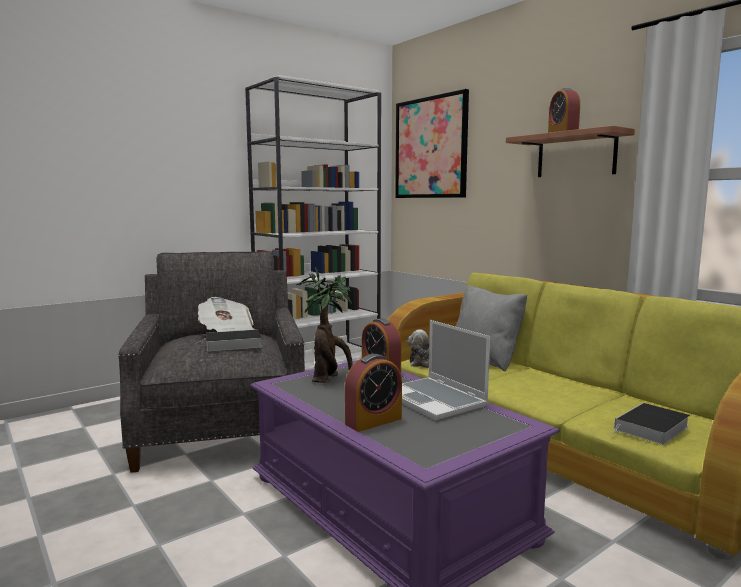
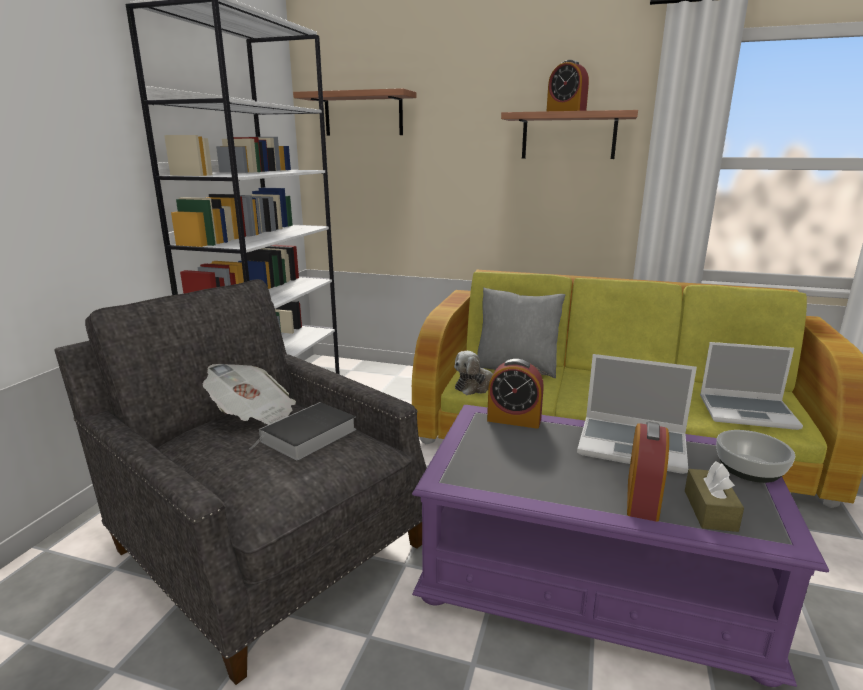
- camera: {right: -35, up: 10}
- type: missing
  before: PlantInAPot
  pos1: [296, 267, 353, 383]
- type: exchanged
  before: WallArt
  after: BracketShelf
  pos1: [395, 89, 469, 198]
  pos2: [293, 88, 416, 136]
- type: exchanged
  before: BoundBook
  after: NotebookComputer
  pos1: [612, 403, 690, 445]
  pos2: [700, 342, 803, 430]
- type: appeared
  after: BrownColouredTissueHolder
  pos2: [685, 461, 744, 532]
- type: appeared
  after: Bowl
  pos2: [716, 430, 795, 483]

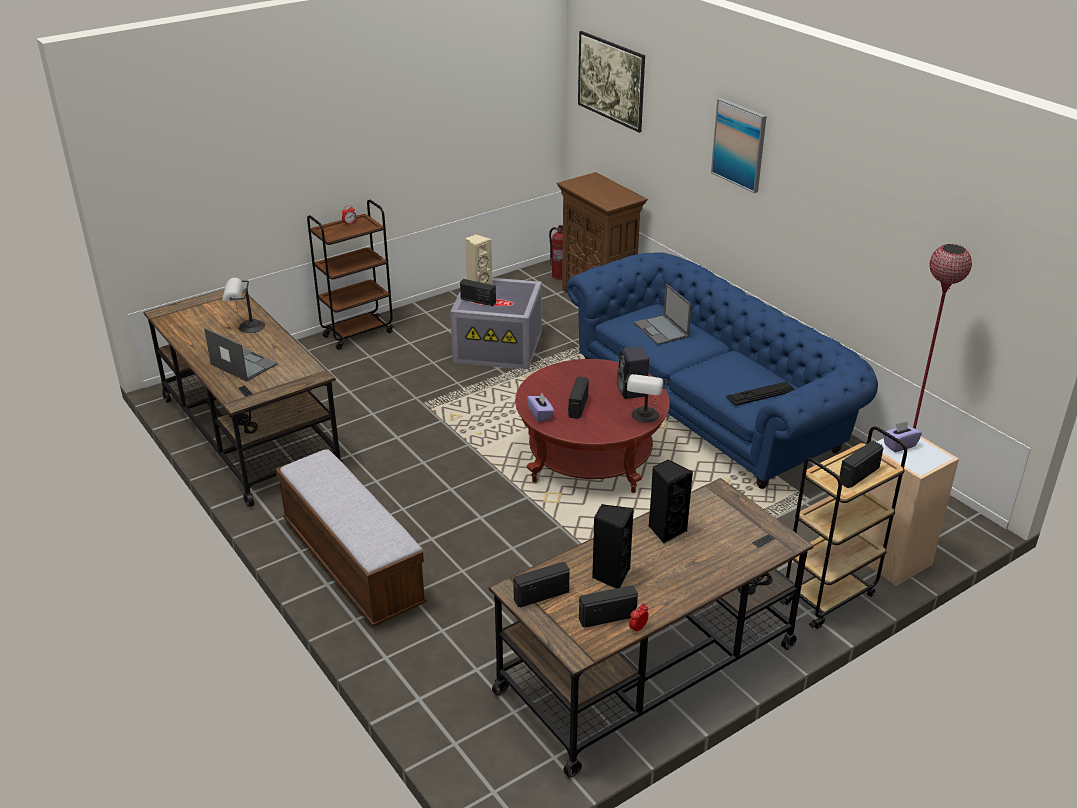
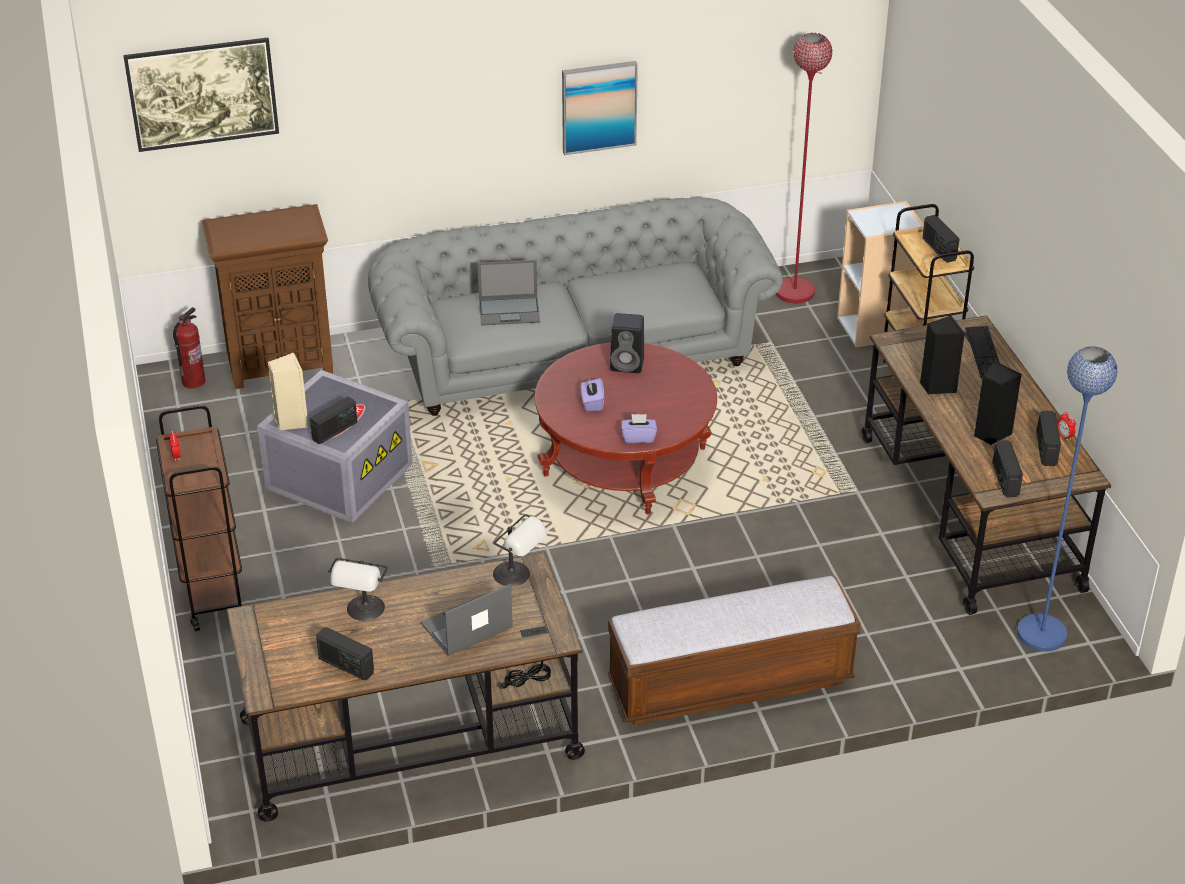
- camera: {right: -70, up: 5}
- type: colour
  before: BlueSofa
  after: GreyishSofa
  pos1: [567, 252, 878, 489]
  pos2: [368, 197, 783, 416]
- type: relocated
  before: RadioReceiver
  pos1: [568, 376, 589, 419]
  pos2: [316, 627, 374, 681]
- type: relocated
  before: TabletopLamp
  pos1: [625, 374, 668, 423]
  pos2: [493, 515, 547, 586]
- type: relocated
  before: WallArt
  pos1: [711, 98, 767, 193]
  pos2: [562, 61, 638, 155]
- type: relocated
  before: Keyboard
  pos1: [726, 382, 796, 406]
  pos2: [965, 326, 1000, 378]
- type: relocated
  before: PurpleTissueHolder
  pos1: [883, 421, 922, 452]
  pos2: [581, 378, 605, 411]
- type: appeared
  after: BlueStandardLamp
  pos2: [1017, 346, 1117, 652]

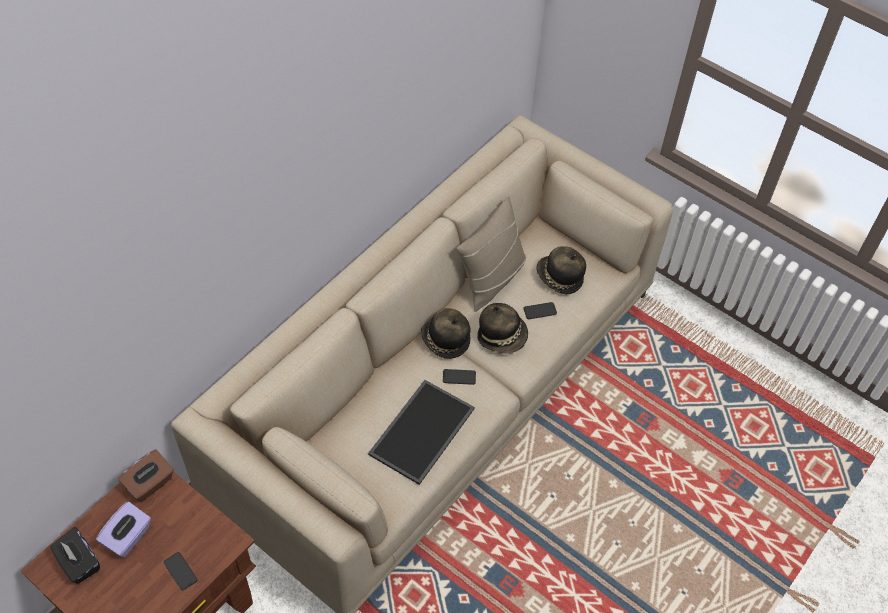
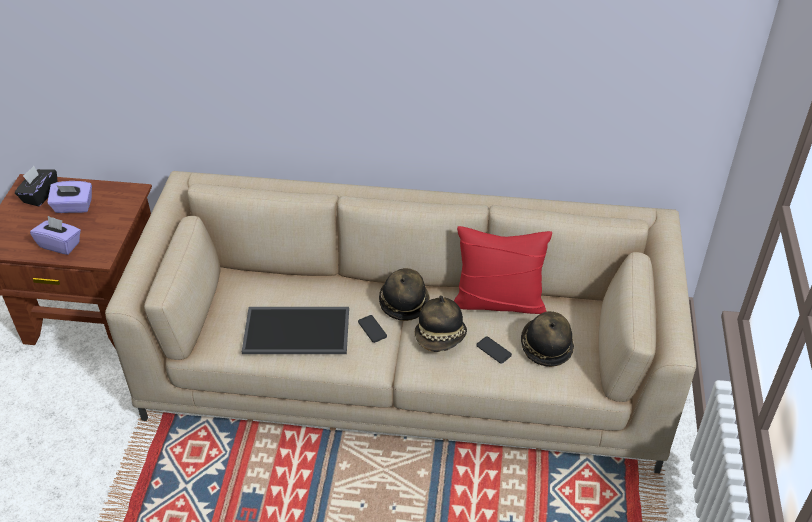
- camera: {right: 60, up: -10}
- type: missing
  before: BrownColouredTissueHolder
  pos1: [118, 449, 174, 502]
- type: exchanged
  before: Phone
  after: PurpleTissueHolder
  pos1: [164, 552, 198, 590]
  pos2: [30, 216, 81, 255]
- type: colour
  before: SandColouredThrowPillow
  after: RedThrowPillow
  pos1: [457, 196, 526, 312]
  pos2: [454, 226, 552, 314]

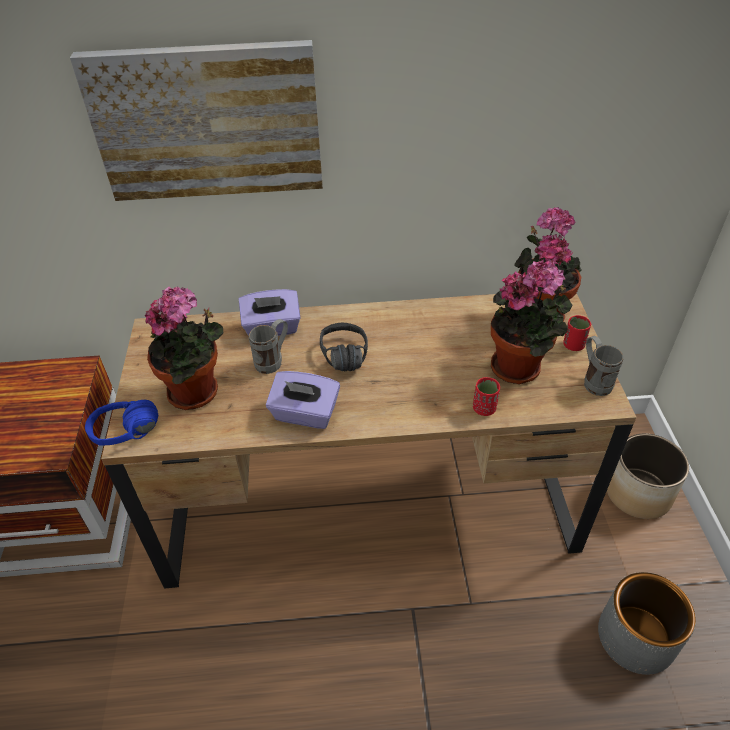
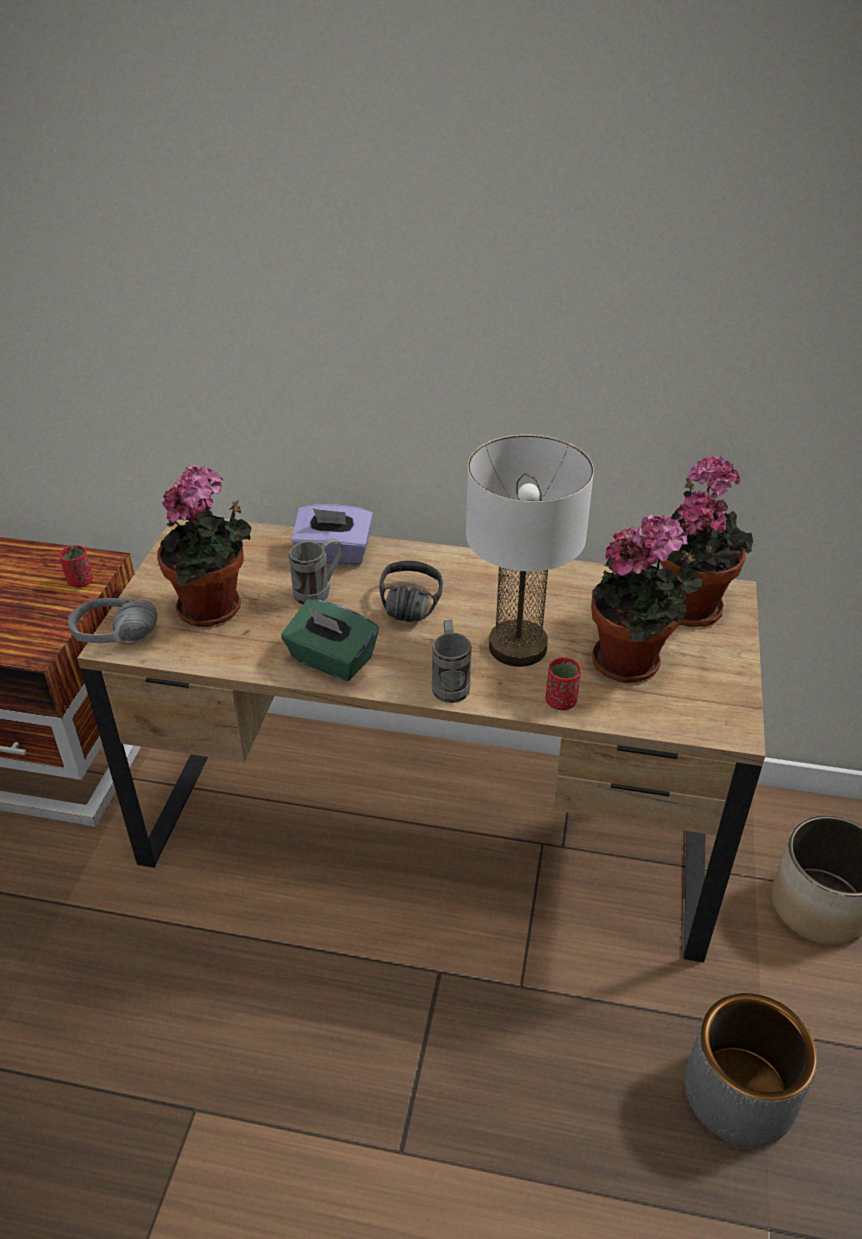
- camera: {right: 15, up: -5}
- type: missing
  before: WallArt
  pos1: [70, 40, 323, 201]
- type: colour
  before: BlueHeadphones
  after: GreyishHeadphones
  pos1: [85, 400, 158, 446]
  pos2: [68, 598, 157, 645]
- type: colour
  before: PurpleTissueHolder
  after: GreenColouredTissueHolder
  pos1: [266, 371, 340, 429]
  pos2: [281, 599, 379, 681]
- type: relocated
  before: RedSmallCup
  pos1: [563, 315, 591, 351]
  pos2: [59, 545, 93, 588]
- type: relocated
  before: GreyishTeaMug
  pos1: [584, 336, 623, 396]
  pos2: [432, 620, 472, 703]
- type: appeared
  after: TabletopLamp
  pos2: [466, 435, 594, 667]

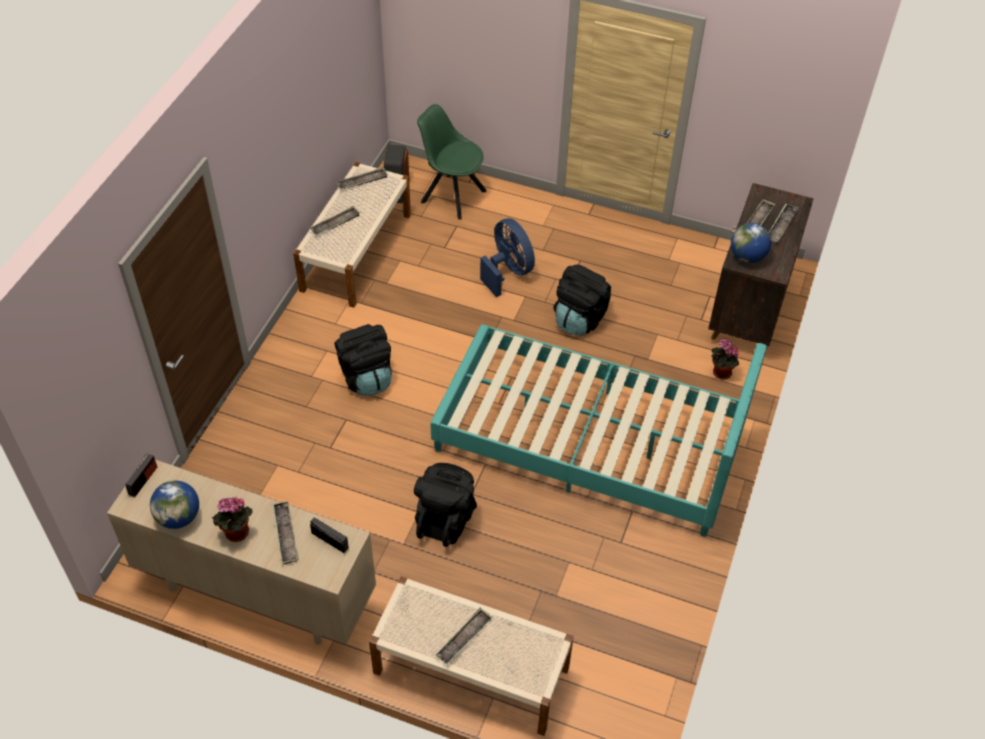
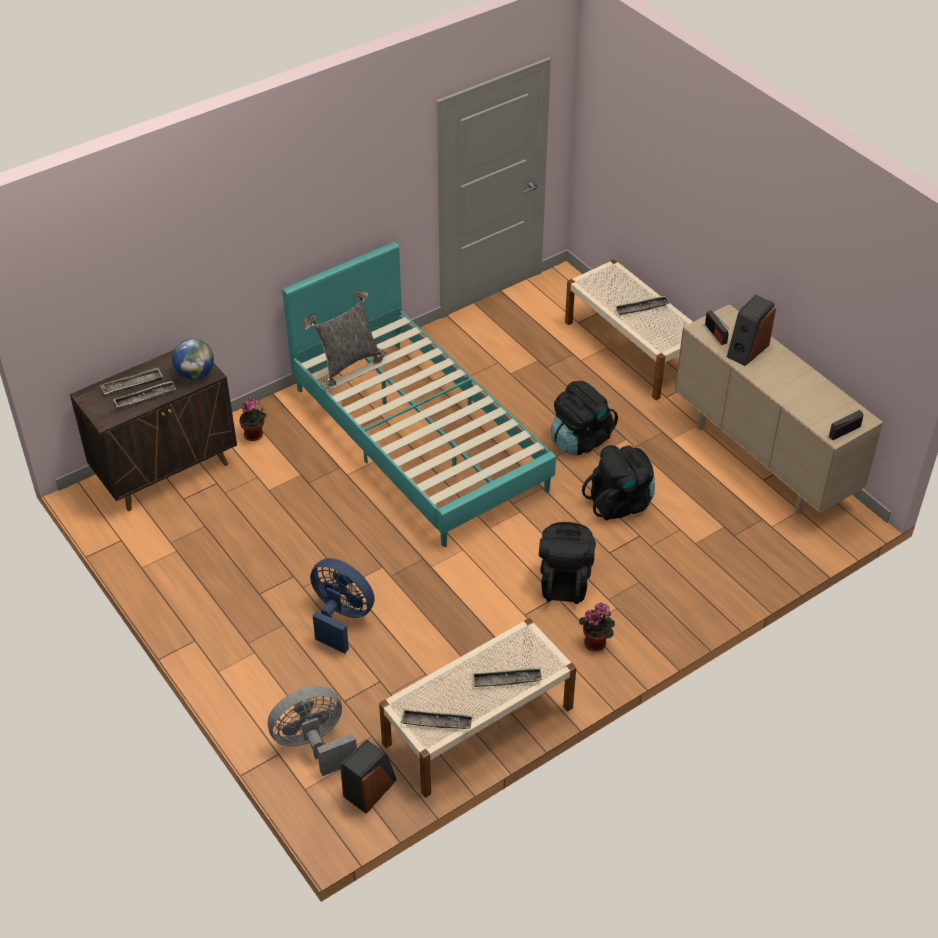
- camera: {right: -145, up: -5}
- type: missing
  before: WorldGlobe
  pos1: [150, 481, 199, 529]
- type: relocated
  before: PlantInAPot
  pos1: [212, 497, 252, 542]
  pos2: [579, 602, 615, 651]
- type: exchanged
  before: ServingTray
  after: Loudspeaker
  pos1: [272, 501, 299, 564]
  pos2: [727, 295, 776, 366]
- type: exchanged
  before: GreenColouredPlainChair
  after: GreyishCoolingFan
  pos1: [417, 104, 487, 220]
  pos2: [268, 686, 357, 776]
- type: spun
  before: BlueCoolingFan
  pos1: [480, 218, 535, 297]
  pos2: [310, 558, 375, 654]
  turn: 120
- type: relocated
  before: BlackKnapsack
  pos1: [554, 264, 611, 336]
  pos2: [582, 445, 655, 521]
- type: appeared
  after: ThrowPillow
  pos2: [303, 290, 387, 389]

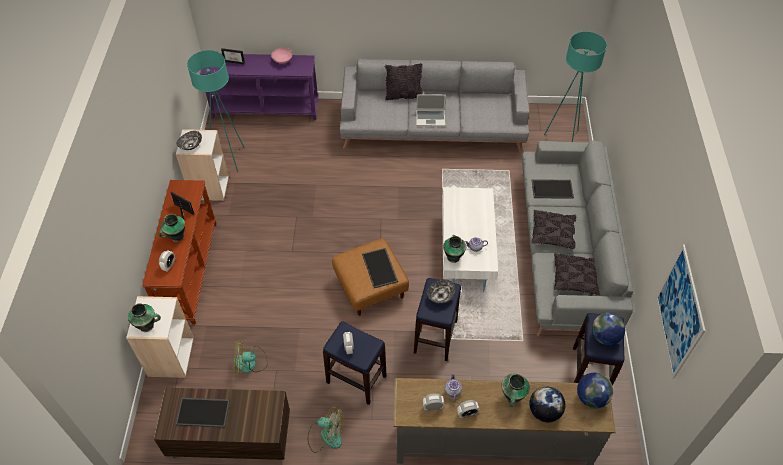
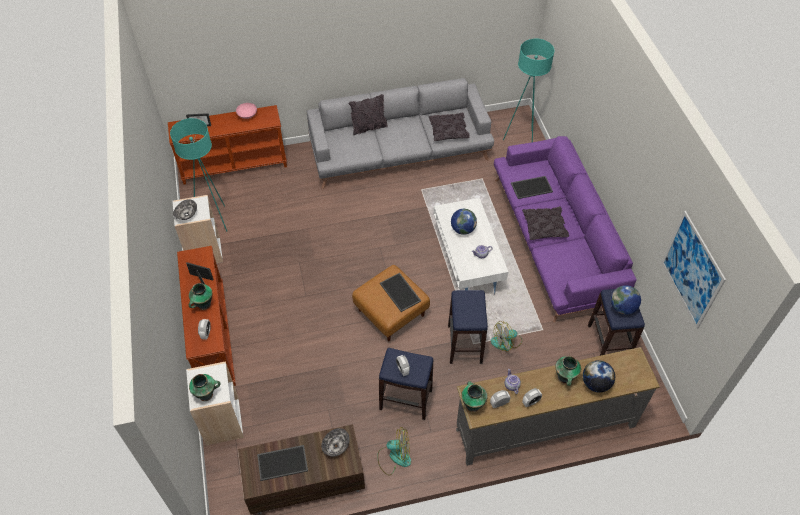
- camera: {right: -15, up: 0}
- type: colour
  before: PurpleConsoleTable
  after: BrownColouredConsoleTable
  pos1: [200, 54, 319, 120]
  pos2: [168, 105, 287, 184]
- type: relocated
  before: CoolingFan
  pos1: [234, 340, 268, 373]
  pos2: [491, 321, 522, 351]
- type: missing
  before: NotebookComputer
  pos1: [416, 94, 446, 126]
- type: relocated
  before: Bowl
  pos1: [427, 279, 456, 304]
  pos2: [321, 428, 350, 457]
- type: relocated
  before: DecorativeVase
  pos1: [443, 235, 466, 263]
  pos2: [461, 381, 488, 412]
- type: colour
  before: GreyishSofa
  after: PurpleSofa
  pos1: [522, 140, 633, 336]
  pos2: [494, 136, 637, 322]
- type: relocated
  before: BlackThrowPillow
  pos1: [554, 253, 600, 295]
  pos2: [429, 112, 470, 141]
- type: relocated
  before: WorldGlobe
  pos1: [577, 373, 613, 408]
  pos2: [451, 209, 477, 235]

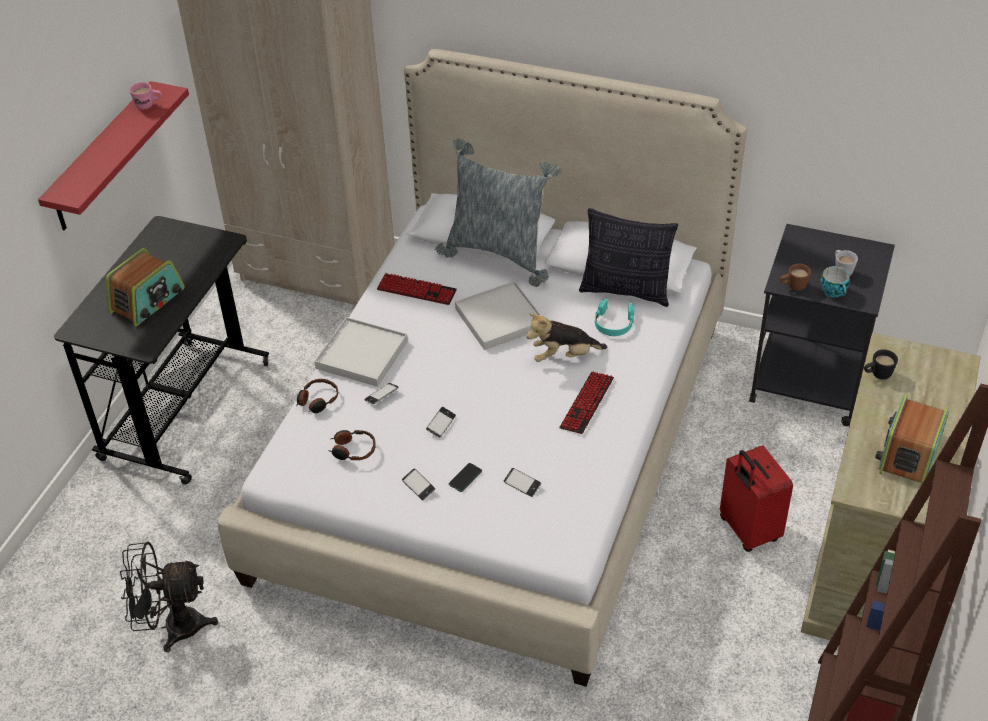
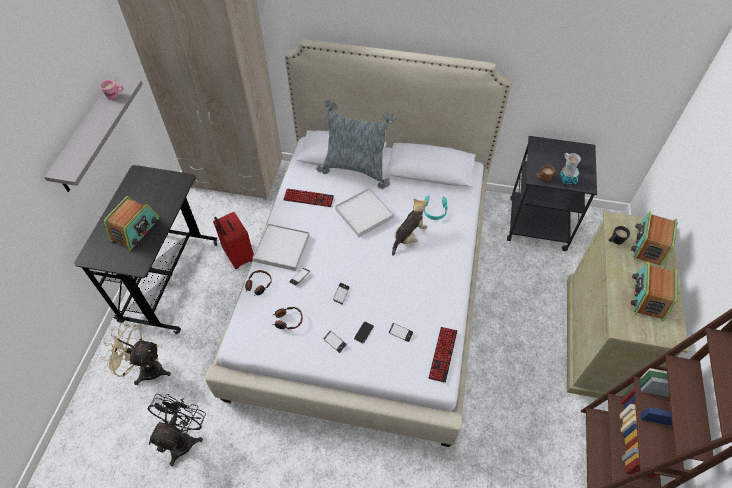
- camera: {right: -10, up: 10}
- type: colour
  before: RedBracketShelf
  after: GreyishBracketShelf
  pos1: [38, 81, 189, 230]
  pos2: [44, 77, 143, 192]
- type: spun
  before: BlackCoolingFan
  pos1: [120, 542, 218, 653]
  pos2: [147, 394, 206, 466]
  turn: 120
- type: spun
  before: CuddlyToy
  pos1: [526, 313, 607, 362]
  pos2: [392, 198, 427, 256]
  turn: 150
- type: relocated
  before: Keyboard
  pos1: [559, 371, 614, 434]
  pos2: [429, 327, 457, 383]
- type: missing
  before: ThrowPillow
  pos1: [579, 208, 678, 307]
- type: relocated
  before: RedPieceOfLuggage
  pos1: [720, 445, 793, 552]
  pos2: [213, 212, 254, 269]
- type: appeared
  after: SandColouredCoolingFan
  pos2: [101, 322, 171, 385]
- type: appeared
  after: RadioReceiver
  pos2: [631, 211, 677, 268]

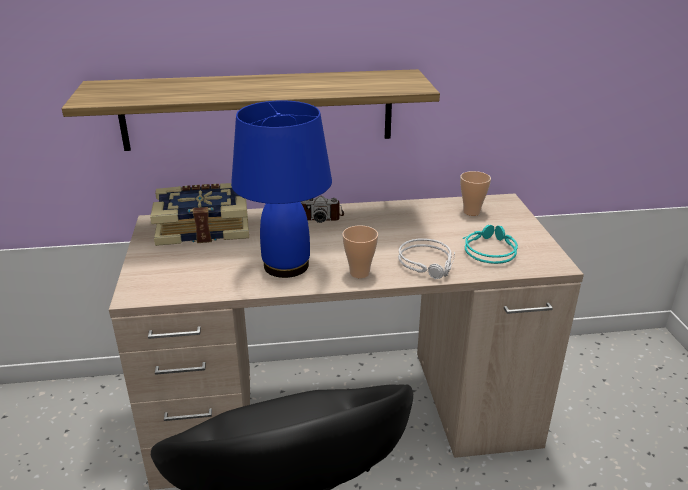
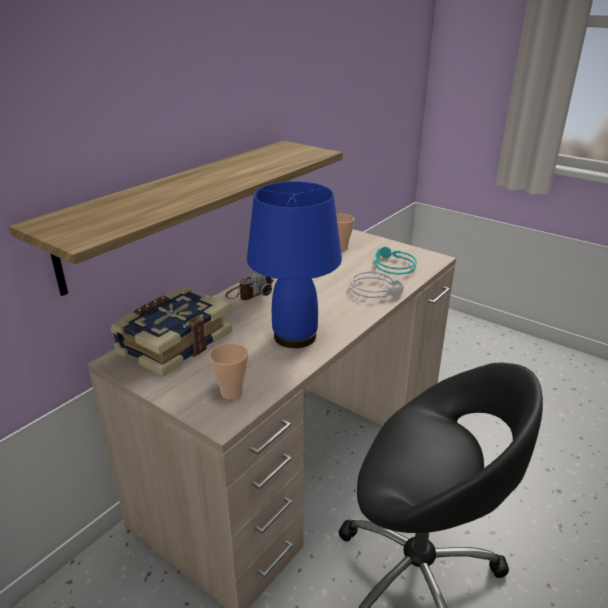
- camera: {right: -45, up: 0}
- type: relocated
  before: SmallCup
  pos1: [342, 225, 378, 278]
  pos2: [209, 343, 248, 399]

